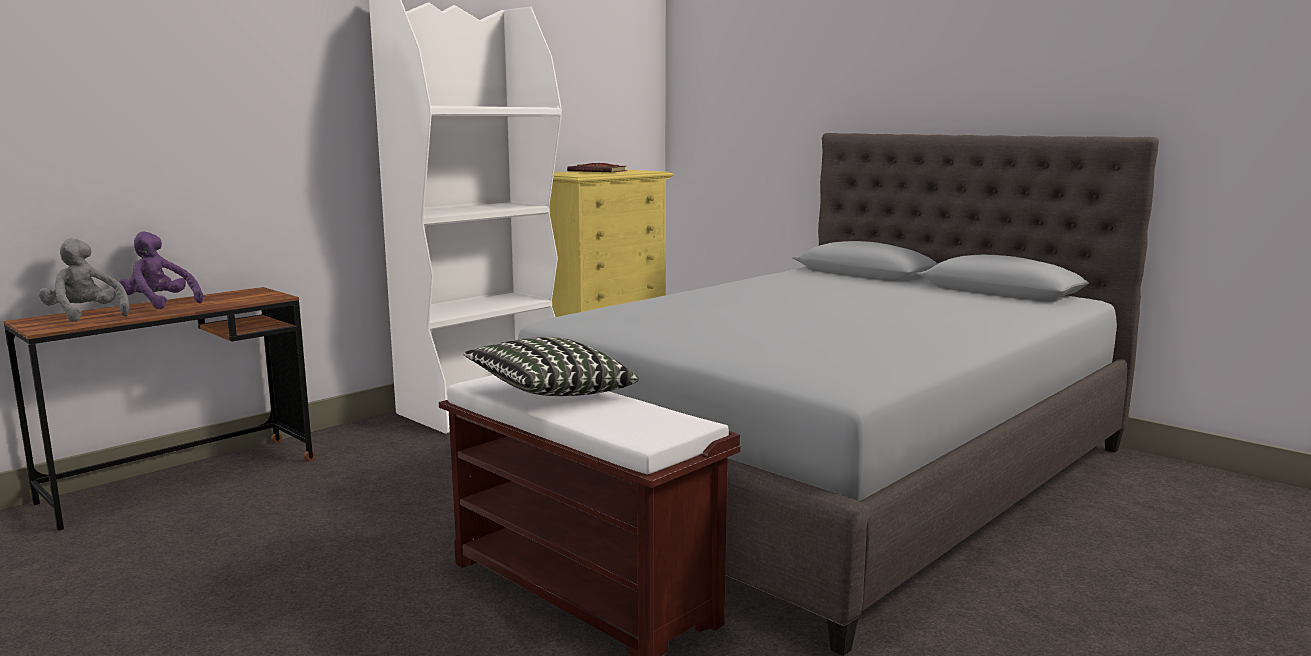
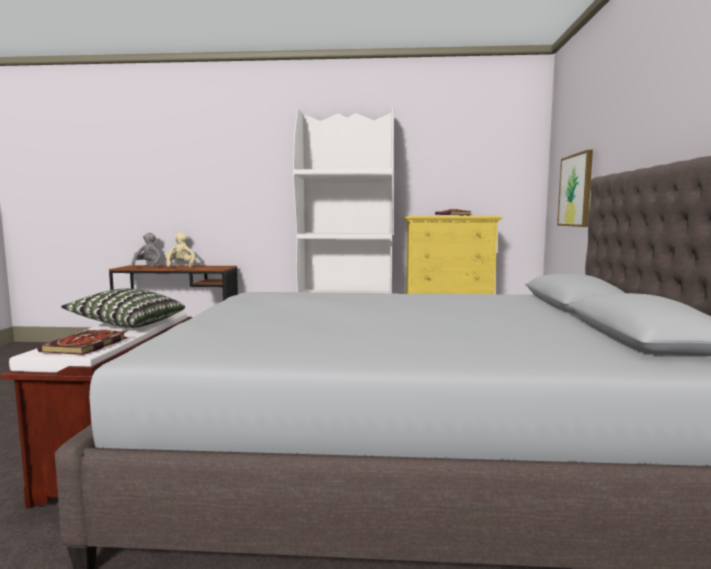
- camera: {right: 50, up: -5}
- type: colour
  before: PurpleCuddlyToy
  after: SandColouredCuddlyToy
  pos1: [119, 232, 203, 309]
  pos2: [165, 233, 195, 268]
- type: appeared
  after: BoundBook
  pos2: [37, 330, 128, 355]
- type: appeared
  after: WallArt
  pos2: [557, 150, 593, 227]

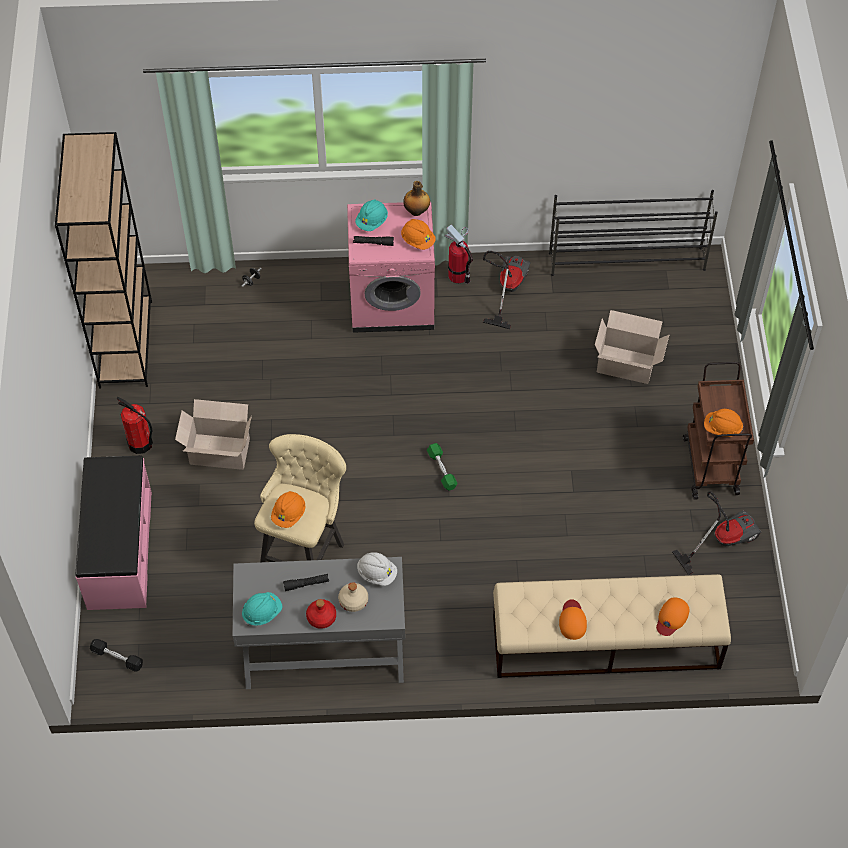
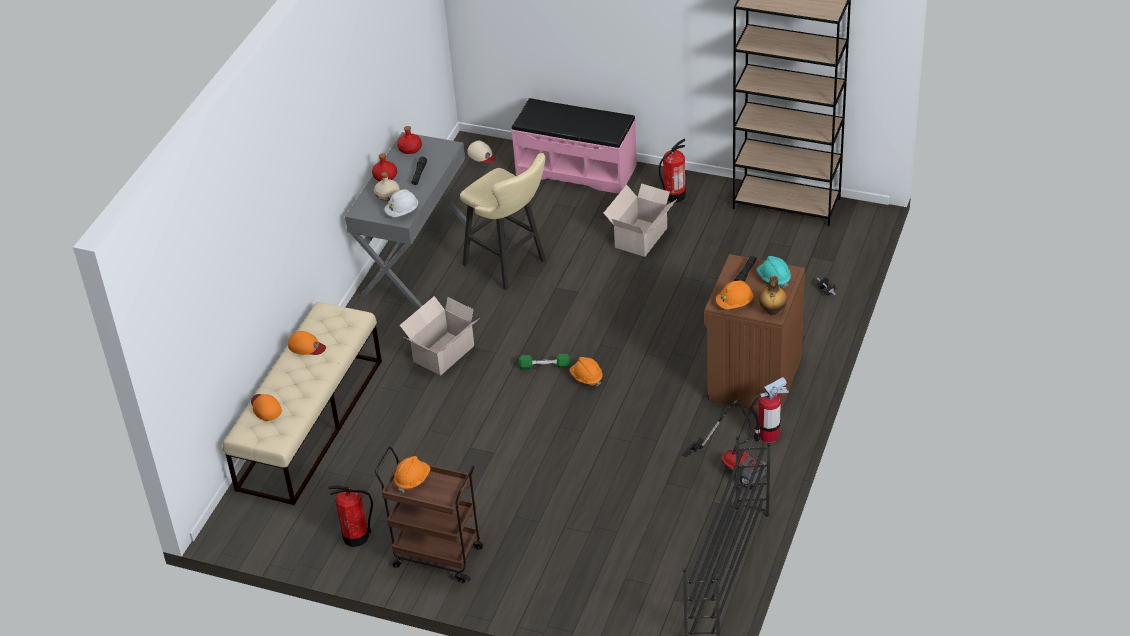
- camera: {right: 115, up: -15}
- type: exchanged
  before: BlackDumbbell
  after: SandColouredPeakedCap
  pos1: [90, 639, 143, 671]
  pos2: [467, 141, 496, 164]
- type: exchanged
  before: TurquoiseHardHat
  after: RedBeverageBottle
  pos1: [242, 592, 282, 626]
  pos2: [397, 126, 422, 154]
- type: relocated
  before: OrangeColouredHardHat
  pos1: [271, 491, 305, 528]
  pos2: [569, 357, 603, 386]
- type: colour
  before: PinkishLaundryAppliance
  after: BrownColouredLaundryAppliance
  pos1: [347, 202, 435, 333]
  pos2: [704, 254, 805, 413]
- type: relocated
  before: CardboardBox
  pos1: [595, 310, 670, 384]
  pos2: [400, 296, 480, 376]
- type: exchanged
  before: Hoover
  after: FireFightingCylinder
  pos1: [672, 491, 762, 575]
  pos2: [328, 485, 373, 547]

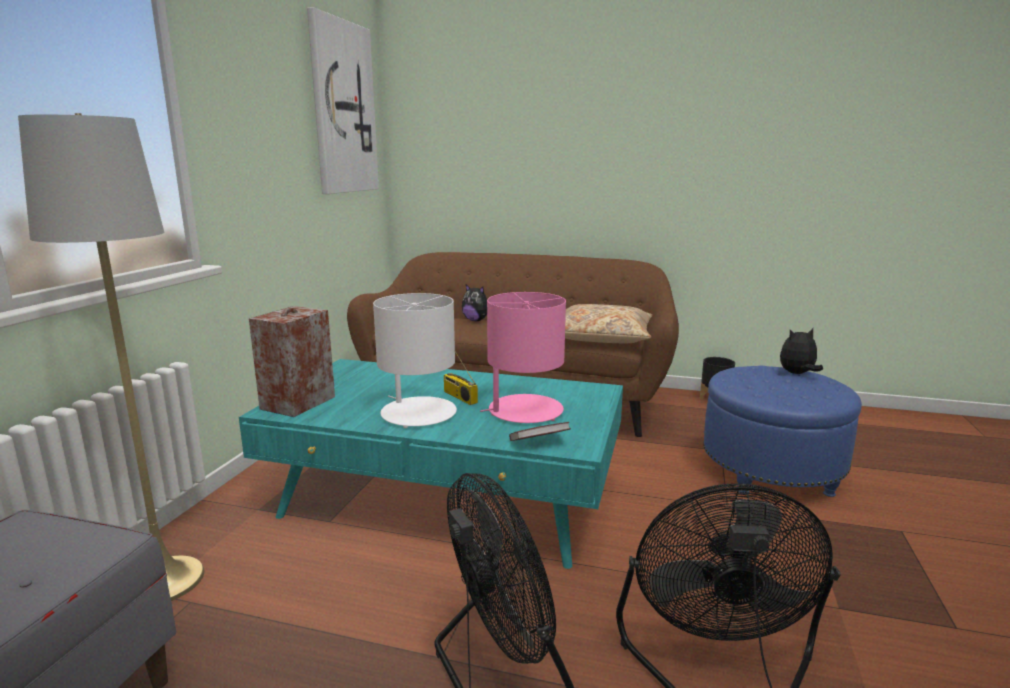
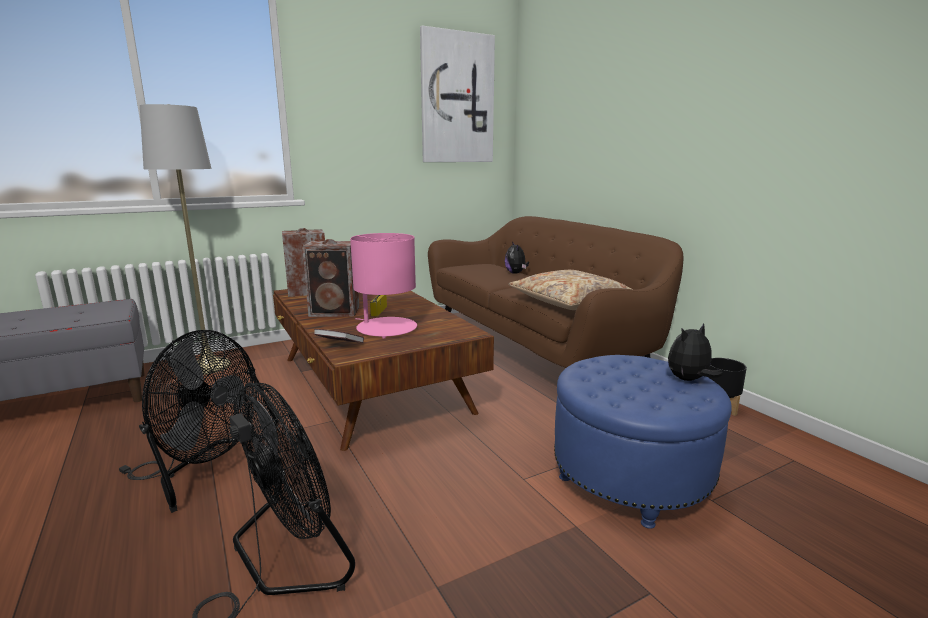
- camera: {right: 45, up: 0}
- type: colour
  before: TurquoiseCoffeeTable
  after: BrownColouredCoffeeTable
  pos1: [239, 359, 623, 569]
  pos2: [273, 289, 494, 451]
- type: exchanged
  before: WhiteTabletopLamp
  after: Loudspeaker
  pos1: [373, 293, 457, 428]
  pos2: [302, 239, 359, 317]
- type: spun
  before: CuddlyToy
  pos1: [780, 328, 823, 374]
  pos2: [668, 323, 723, 381]
  turn: -60

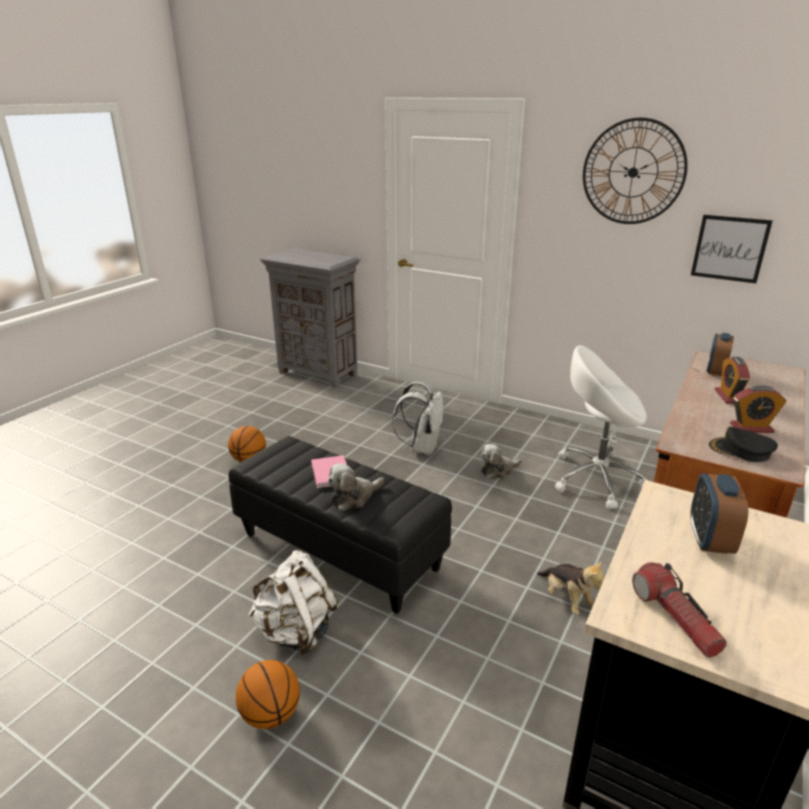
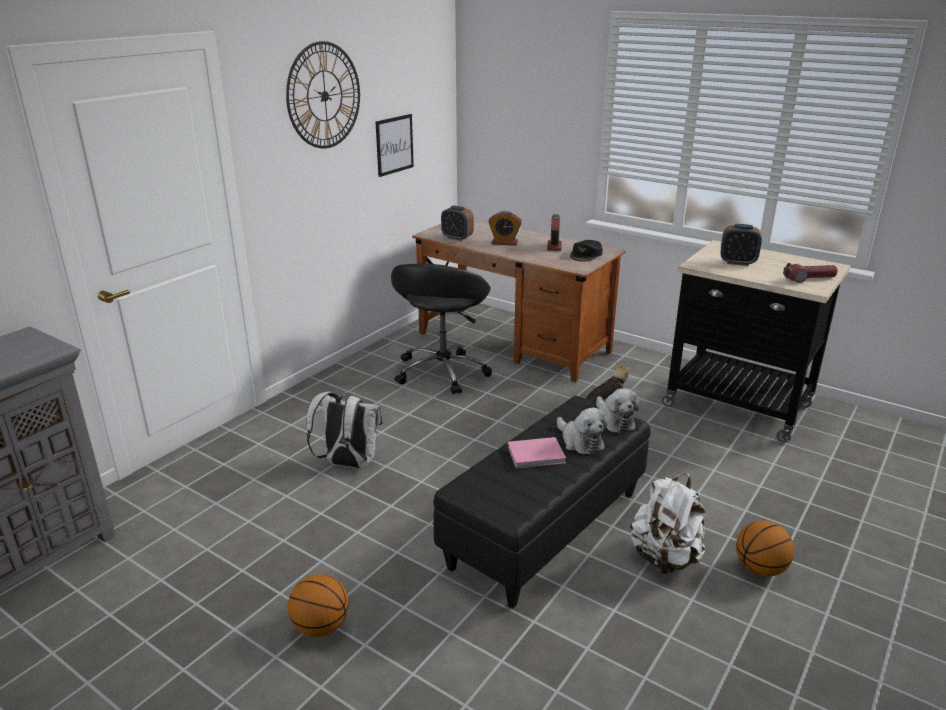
- camera: {right: -85, up: 0}
- type: relocated
  before: CuddlyToy
  pos1: [481, 444, 522, 479]
  pos2: [596, 389, 639, 433]
- type: colour
  before: WhiteComputerChair
  after: BlackComputerChair
  pos1: [555, 345, 647, 509]
  pos2: [391, 263, 492, 394]

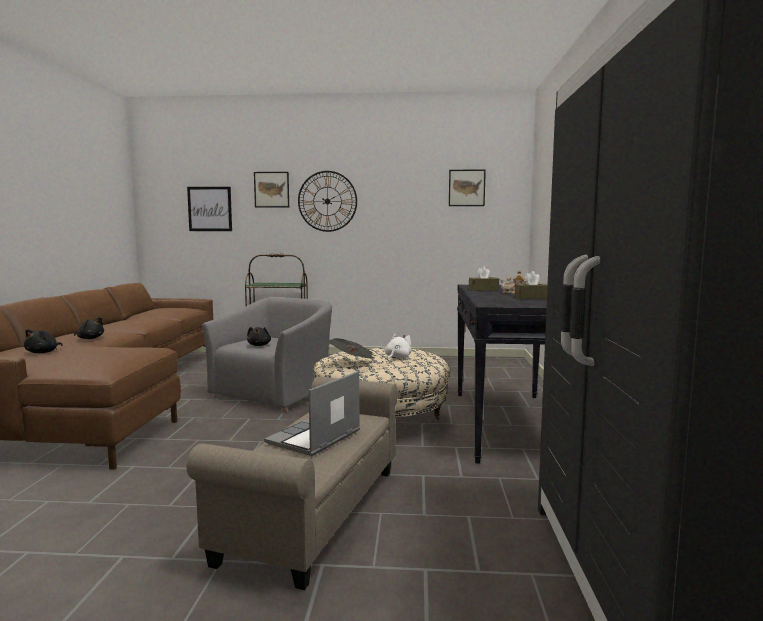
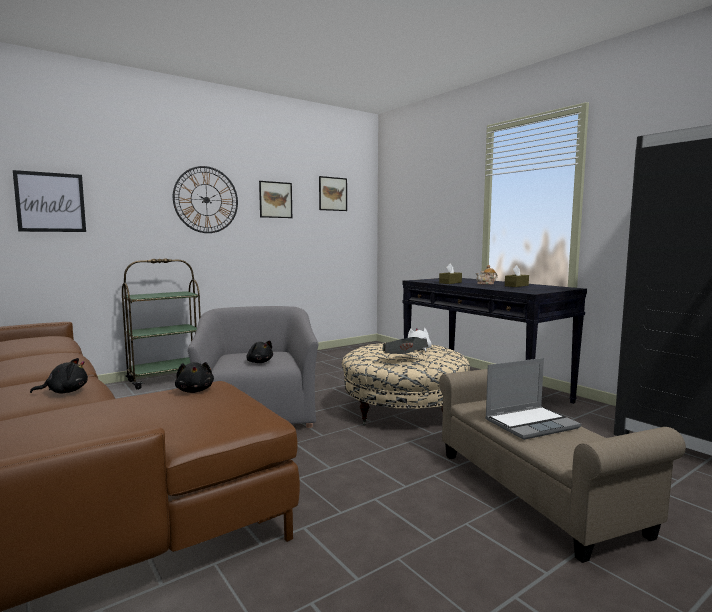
- camera: {right: -40, up: 0}
- type: relocated
  before: BlackCuddlyToy
  pos1: [24, 329, 63, 353]
  pos2: [175, 362, 214, 393]
- type: relocated
  before: WallArt
  pos1: [254, 172, 289, 207]
  pos2: [259, 181, 292, 218]
- type: spun
  before: NotebookComputer
  pos1: [264, 371, 360, 456]
  pos2: [485, 358, 581, 440]
  turn: -105

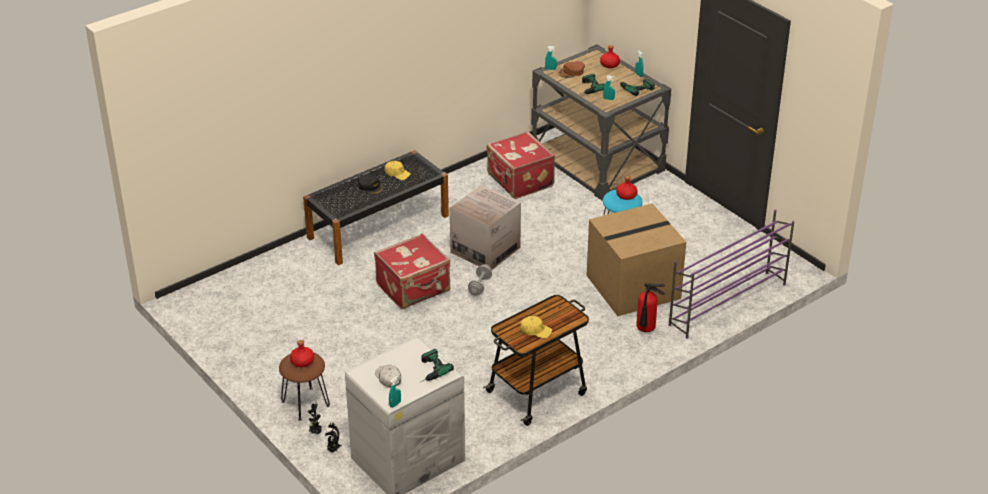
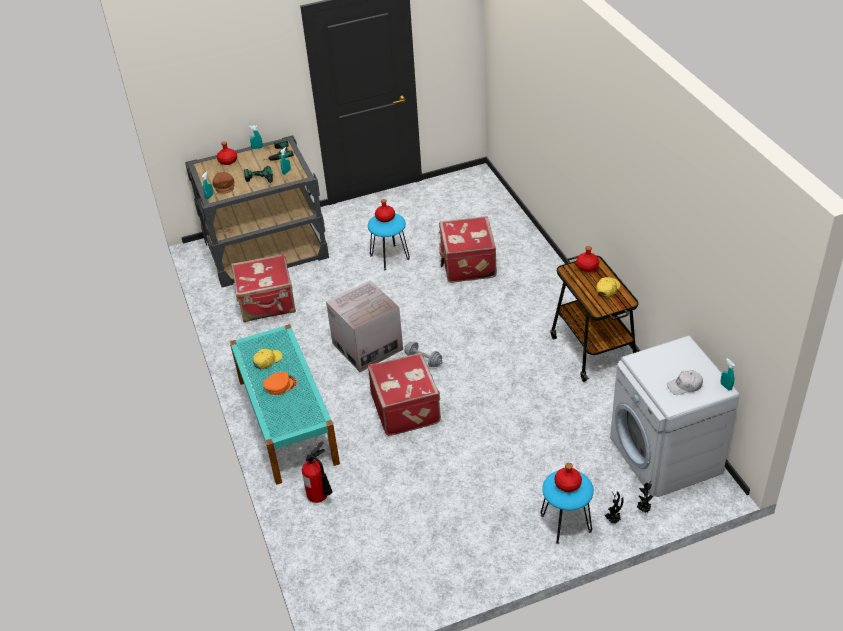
- camera: {right: -70, up: 5}
- type: colour
  before: BrownColouredStool
  after: TurquoiseStool
  pos1: [279, 352, 330, 421]
  pos2: [540, 470, 594, 544]
- type: colour
  before: BlackLongSeat
  after: TurquoiseLongSeat
  pos1: [303, 150, 449, 265]
  pos2: [230, 324, 340, 485]
- type: colour
  before: BlackPeakedCap
  after: OrangeColouredPeakedCap
  pos1: [358, 174, 384, 195]
  pos2: [263, 372, 297, 395]
- type: missing
  before: PowerDrill
  pos1: [419, 349, 454, 383]
- type: exchanged
  before: CardboardBox
  after: RedPieceOfLuggage
  pos1: [587, 203, 686, 316]
  pos2: [438, 216, 497, 283]
- type: relocated
  before: FireFightingCylinder
  pos1: [636, 283, 665, 332]
  pos2: [302, 441, 333, 503]
- type: missing
  before: PurpleShoeStand
  pos1: [669, 209, 795, 339]
- type: appeared
  after: RedBeverageBottle
  pos2: [576, 246, 599, 272]

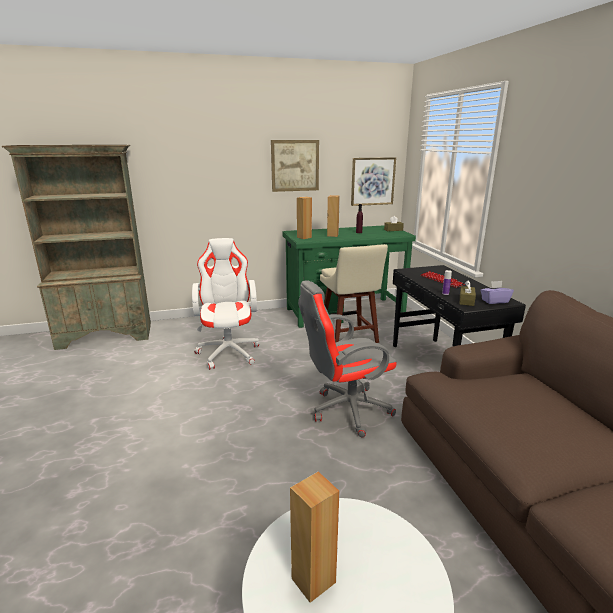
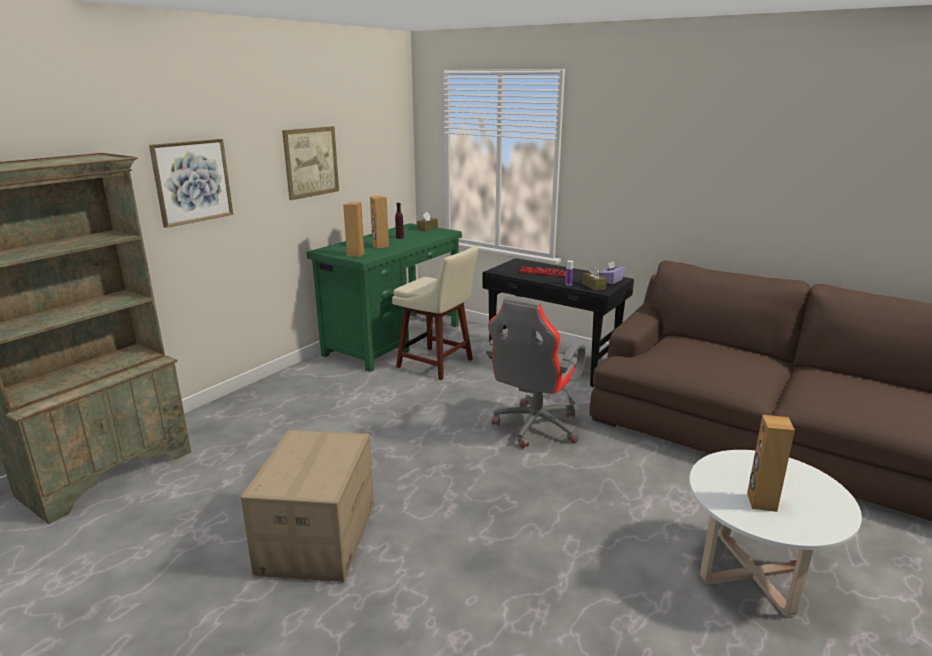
- camera: {right: -40, up: 0}
- type: missing
  before: WhiteComputerChair
  pos1: [192, 238, 259, 370]
- type: relocated
  before: WallArt
  pos1: [351, 157, 396, 206]
  pos2: [149, 139, 233, 228]
- type: appeared
  after: CardboardBox
  pos2: [241, 430, 374, 582]

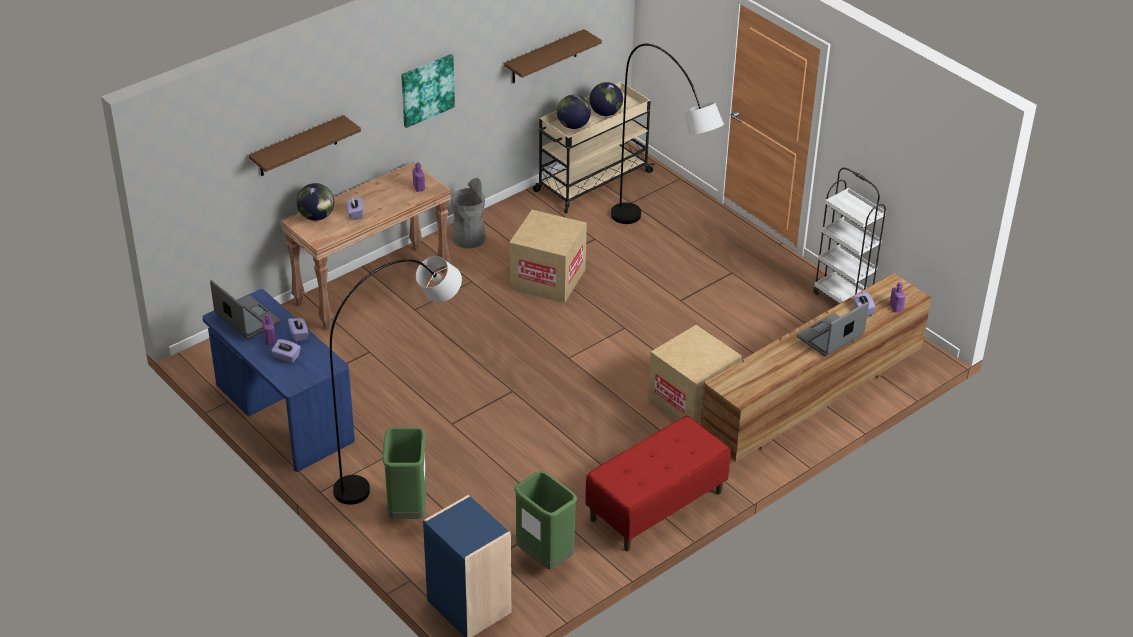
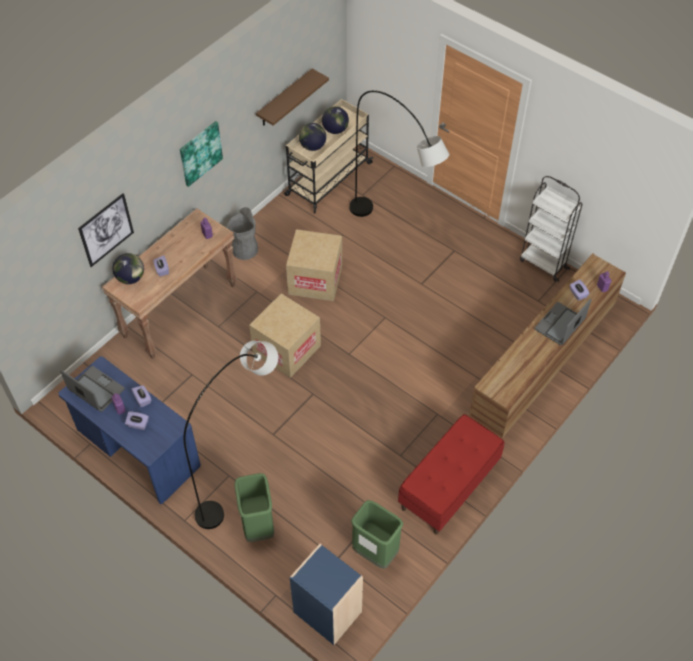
- camera: {right: -10, up: 15}
- type: exchanged
  before: BrownColouredBracketShelf
  after: WallArt
  pos1: [249, 115, 361, 176]
  pos2: [78, 193, 134, 267]
- type: relocated
  before: CardboardBox
  pos1: [648, 325, 742, 424]
  pos2: [249, 293, 321, 378]

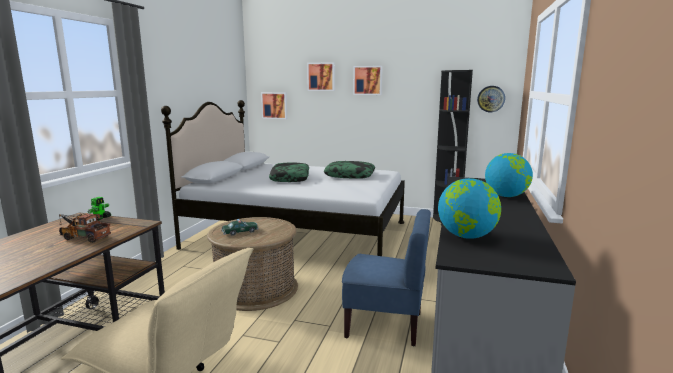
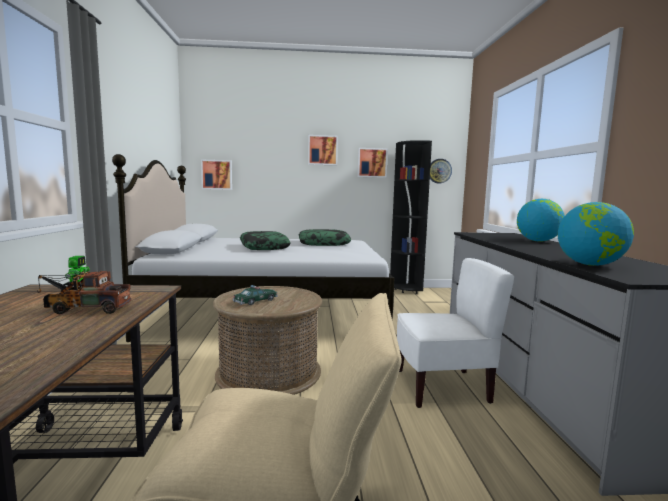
- camera: {right: -20, up: -5}
- type: relocated
  before: WallArt
  pos1: [307, 62, 335, 91]
  pos2: [358, 148, 388, 178]
- type: colour
  before: BluePlainChair
  after: WhitePlainChair
  pos1: [342, 209, 431, 346]
  pos2: [397, 258, 514, 408]

